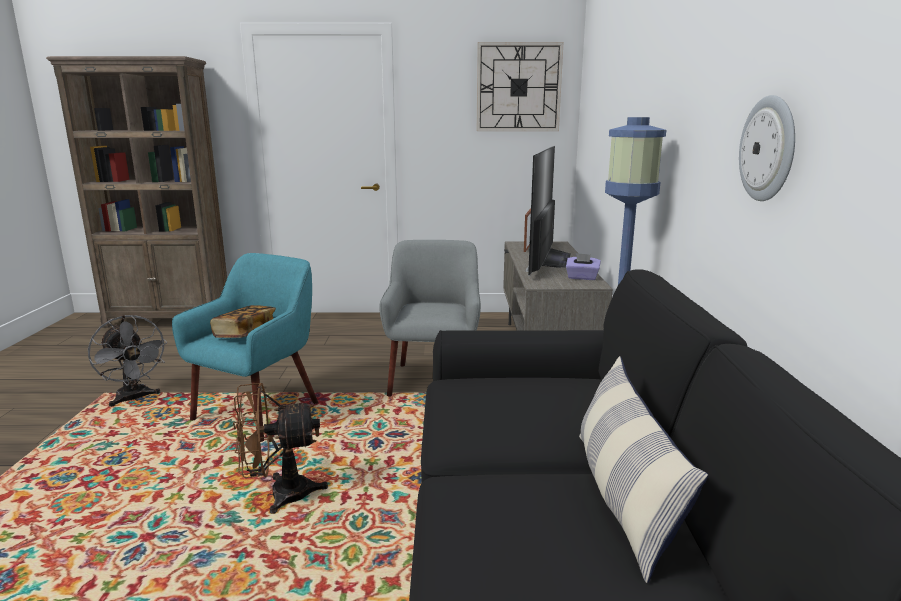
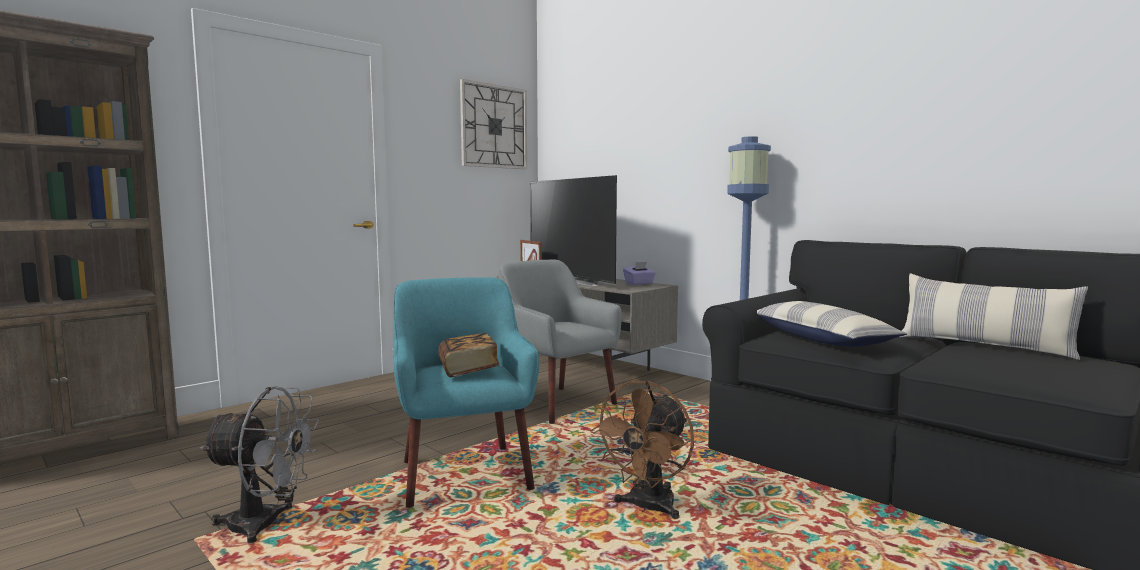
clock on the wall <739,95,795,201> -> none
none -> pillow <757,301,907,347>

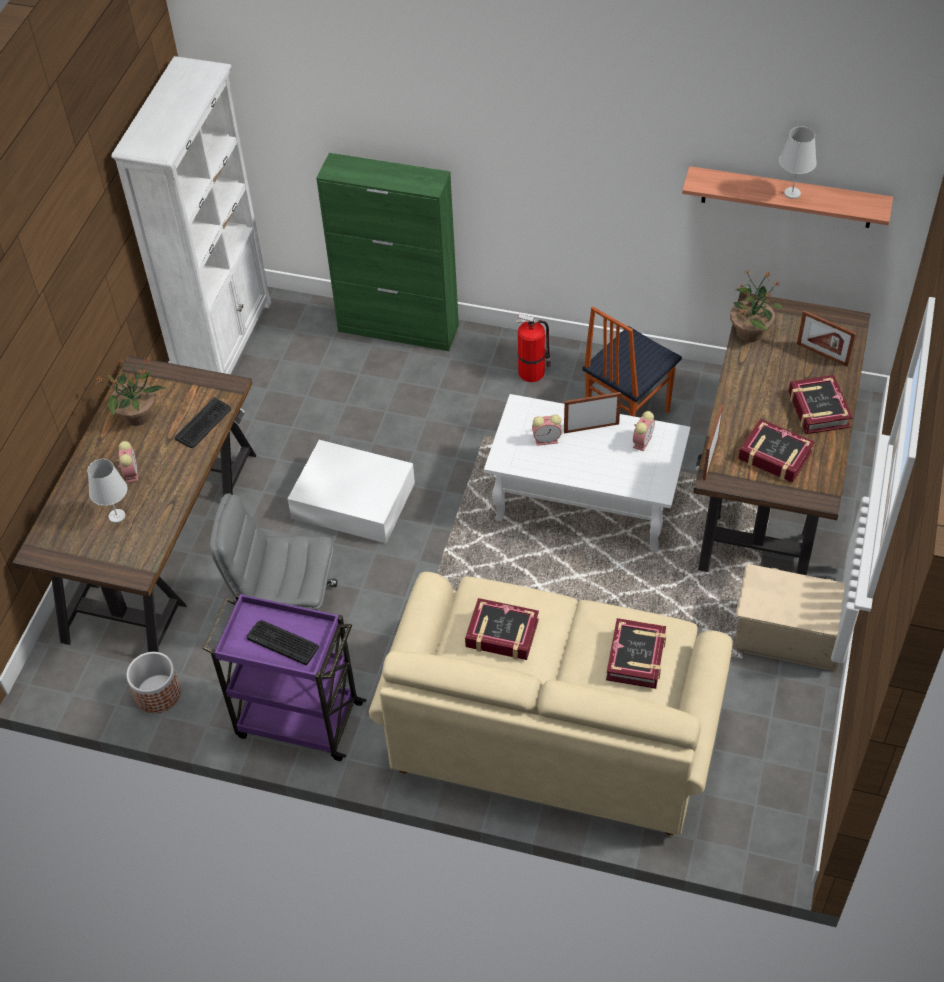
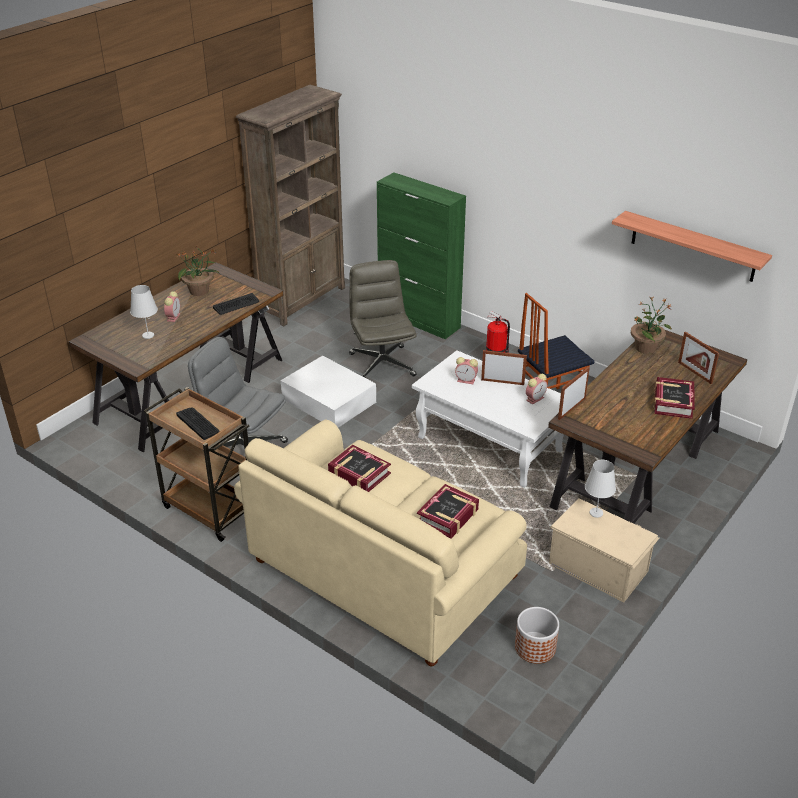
whitish bookcase <112,56,271,374> -> brown bookcase <236,85,345,326>
whitish table lamp <779,127,817,199> -> whitish table lamp <585,460,616,518>, moved
bound book <738,419,815,483> -> none
purple cart <203,592,366,761> -> brown cart <144,387,250,542>
plant pot <127,652,181,713> -> plant pot <515,607,559,664>, moved
none -> grey desk chair <349,260,417,378>

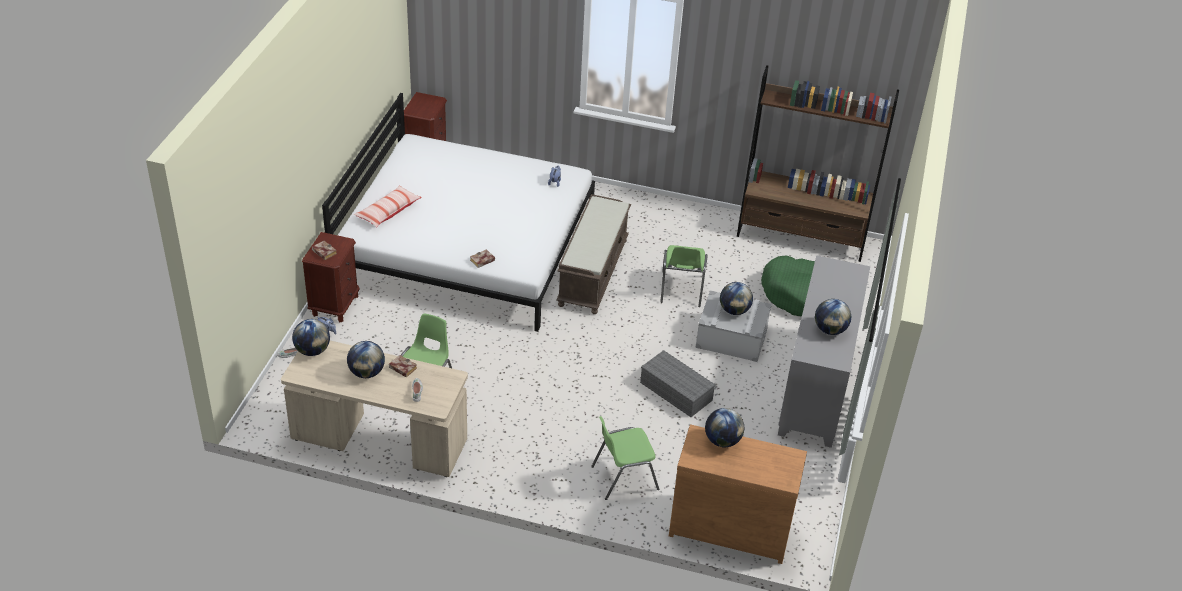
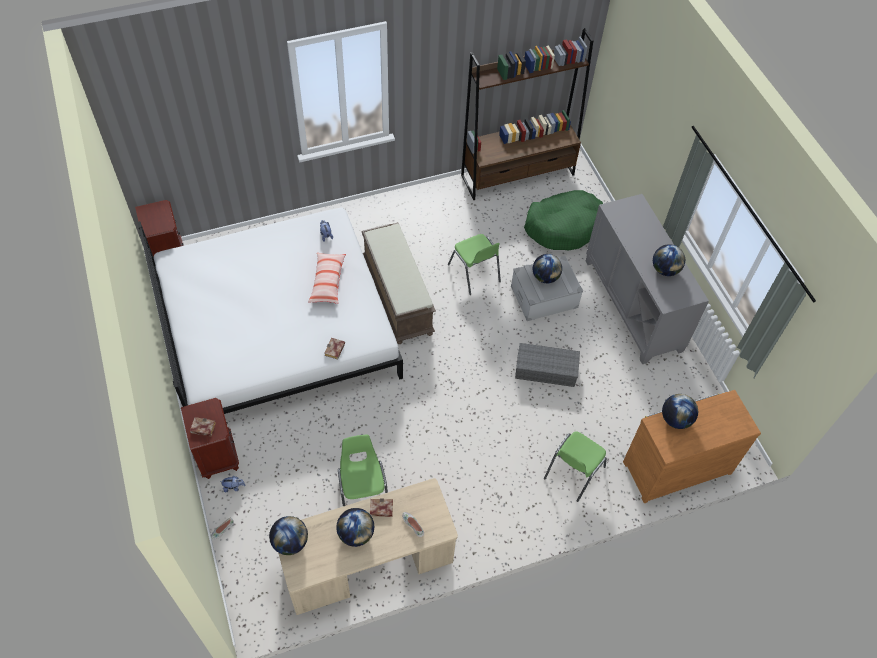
pillow <354,185,422,227> -> pillow <308,253,346,304>, moved

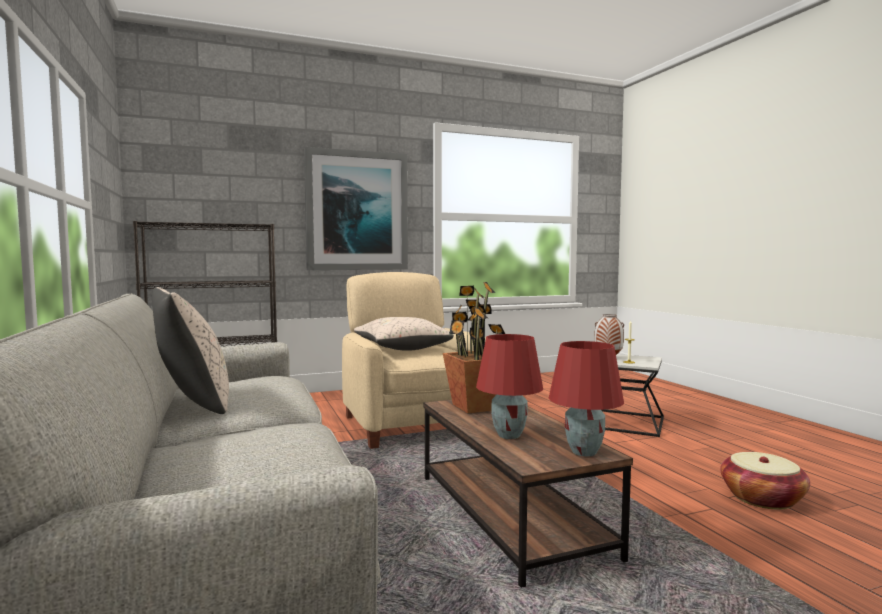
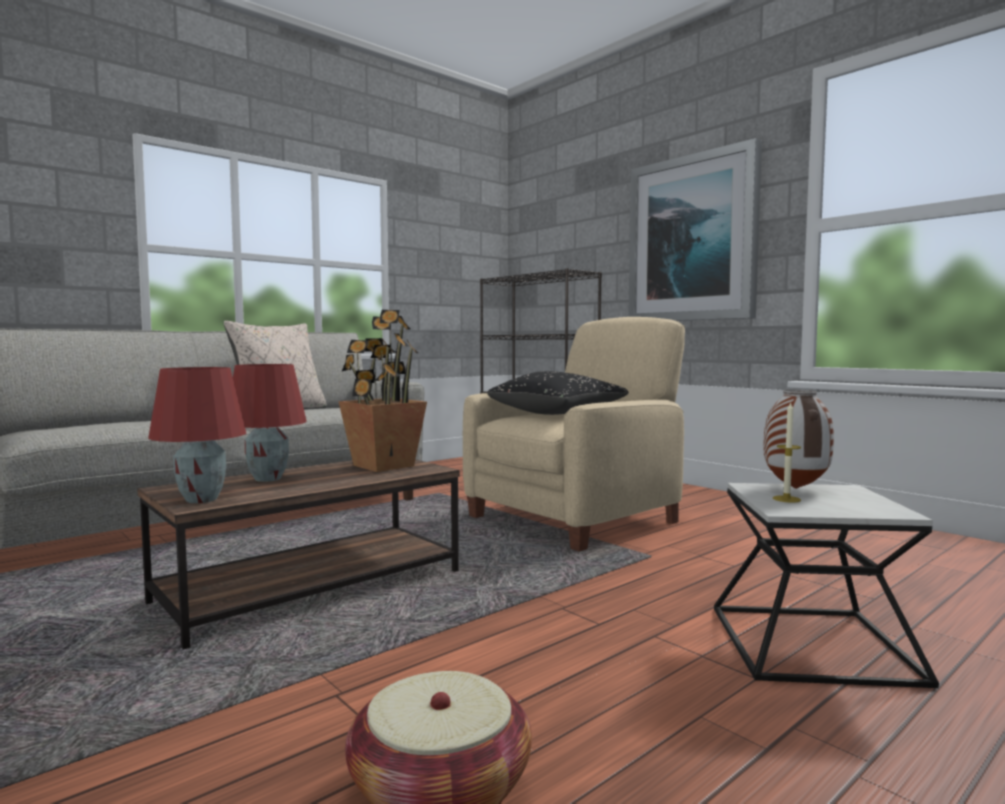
beige pillow <354,317,454,351> -> blackish pillow <487,371,629,415>

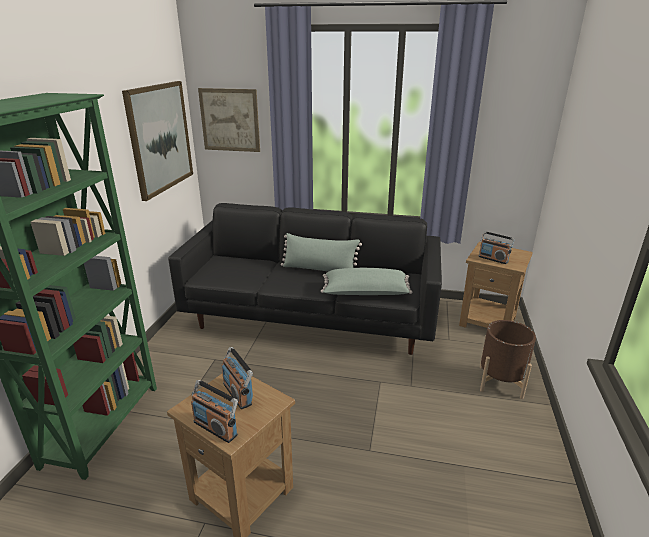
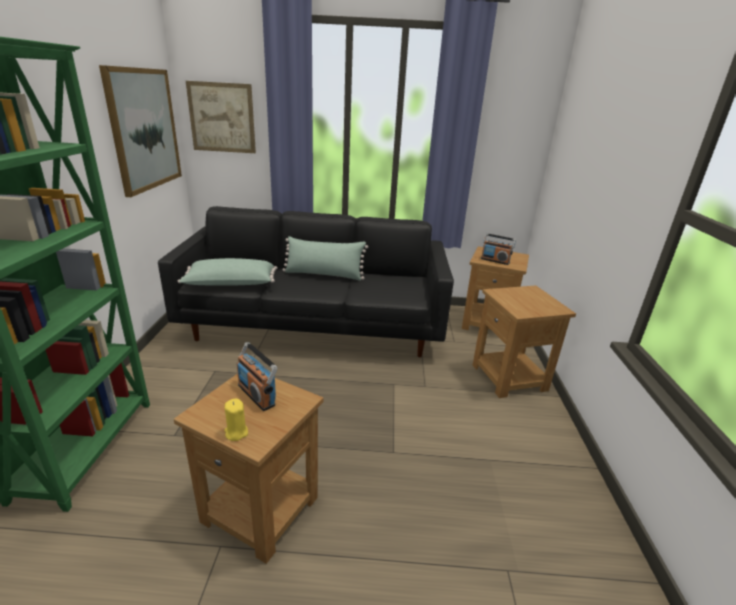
green-coloured pillow <321,268,413,295> -> green-coloured pillow <178,258,278,286>, moved
brown plant pot <480,320,536,399> -> brown side table <473,286,576,398>
radio receiver <191,380,238,443> -> yellow wax light <224,399,248,441>

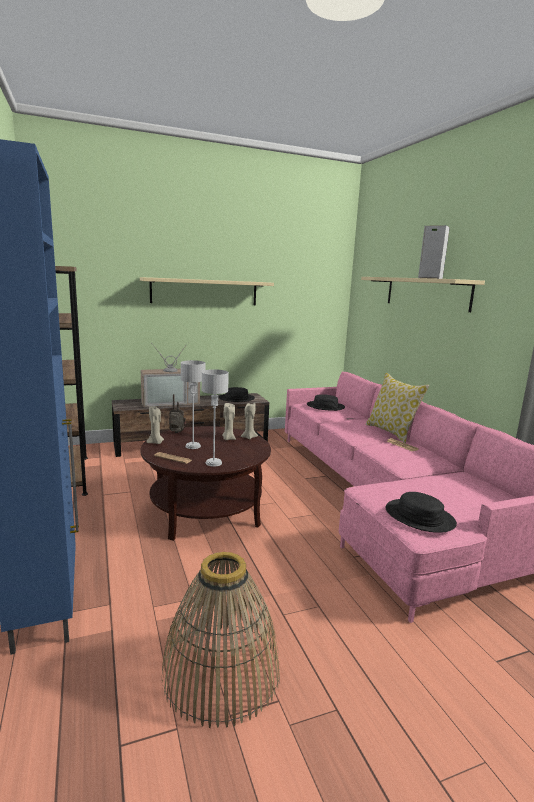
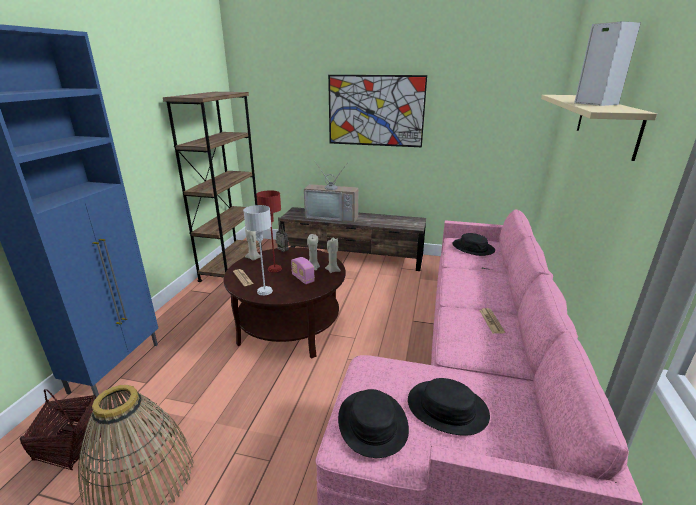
beige wall shelf <140,277,274,305> -> picture <328,75,427,147>
grey table lamp <181,360,206,449> -> red table lamp <256,190,282,272>
pillow <365,373,429,443> -> none
blackish hat <219,387,255,402> -> blackish hat <408,378,490,436>, moved
none -> radio receiver <291,257,315,284>
none -> basket <20,389,102,470>

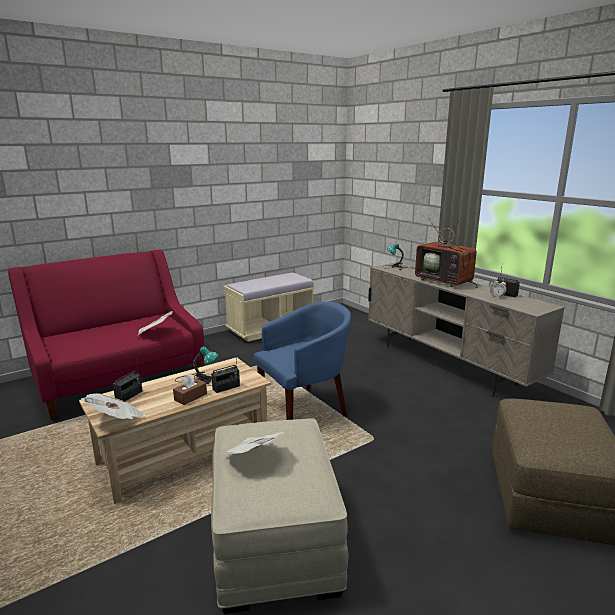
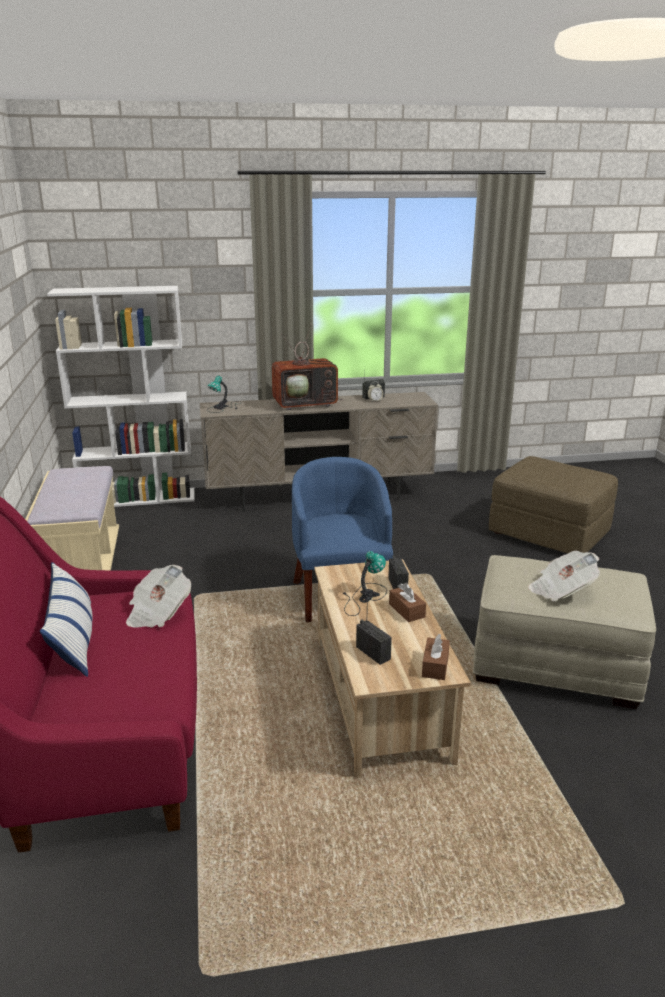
printed paper <81,393,147,419> -> brown tissue box <422,634,450,680>
none -> whitish bookcase <47,286,195,507>
none -> pillow <40,562,93,677>

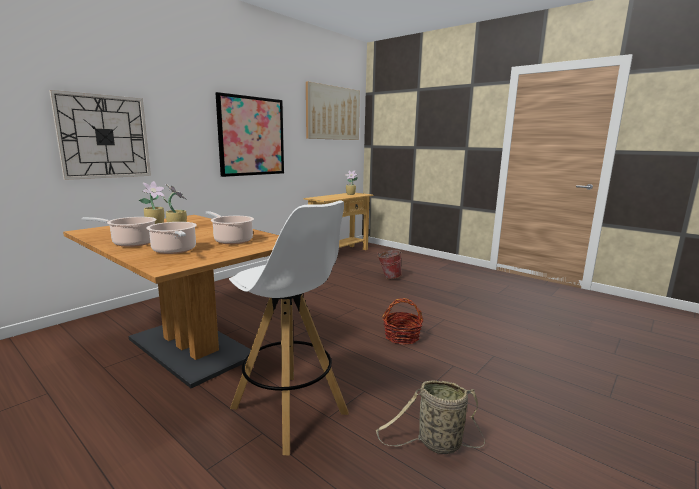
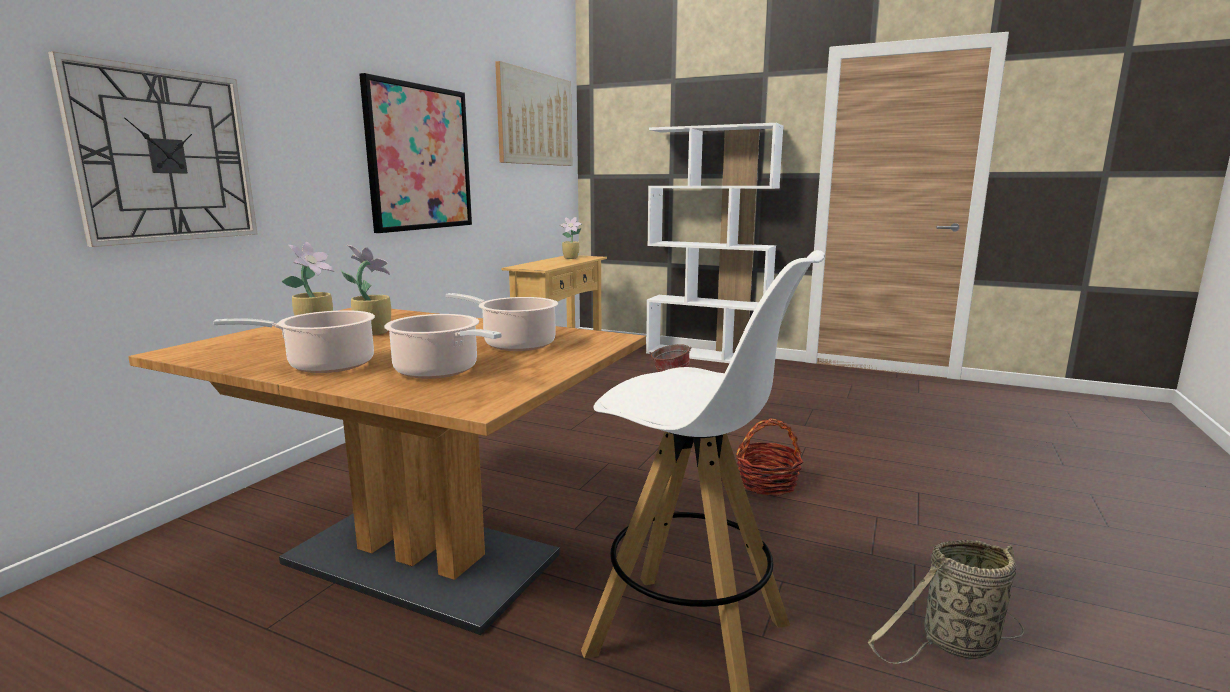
none -> whitish bookcase <646,123,784,363>

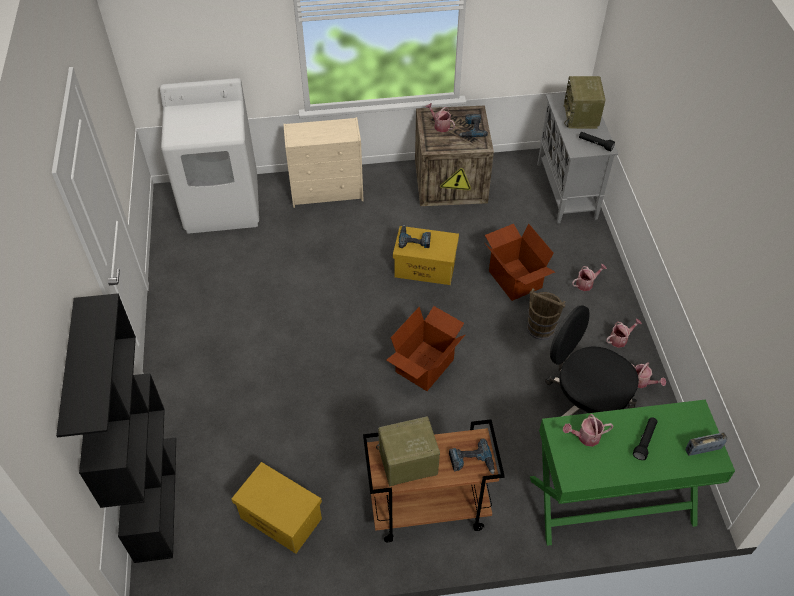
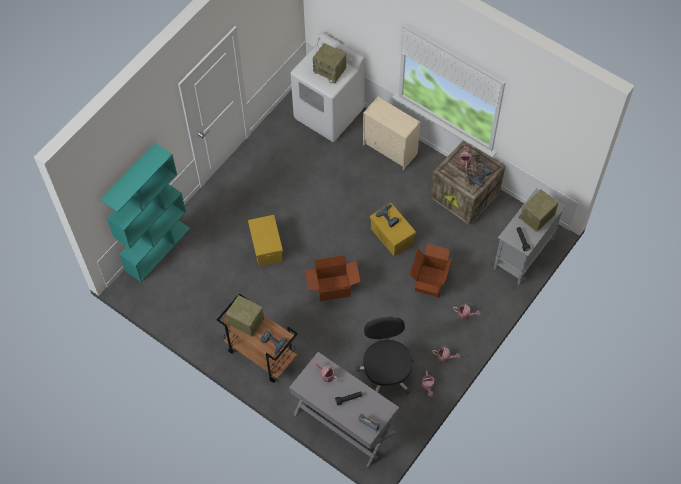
brown bucket <527,288,566,340> -> none
blackish bookcase <56,293,176,563> -> turquoise-coloured bookcase <100,143,190,282>
green-coloured desk unit <530,400,735,546> -> grey desk unit <289,352,399,468>
yellow storage container <231,462,322,554> -> yellow storage container <248,215,283,266>, moved
none -> radio receiver <313,43,346,83>

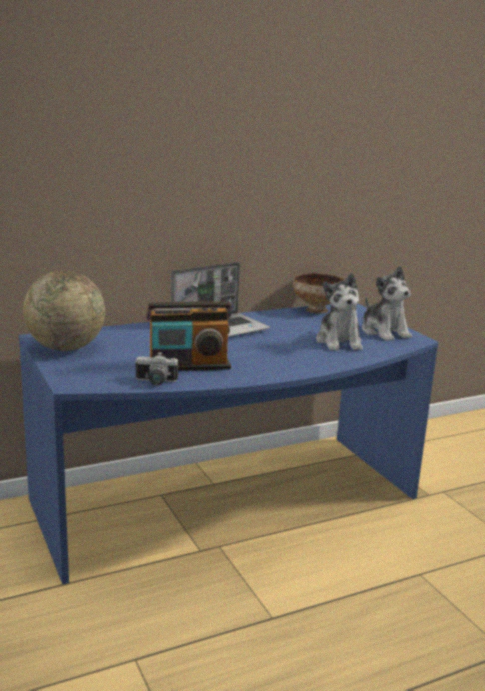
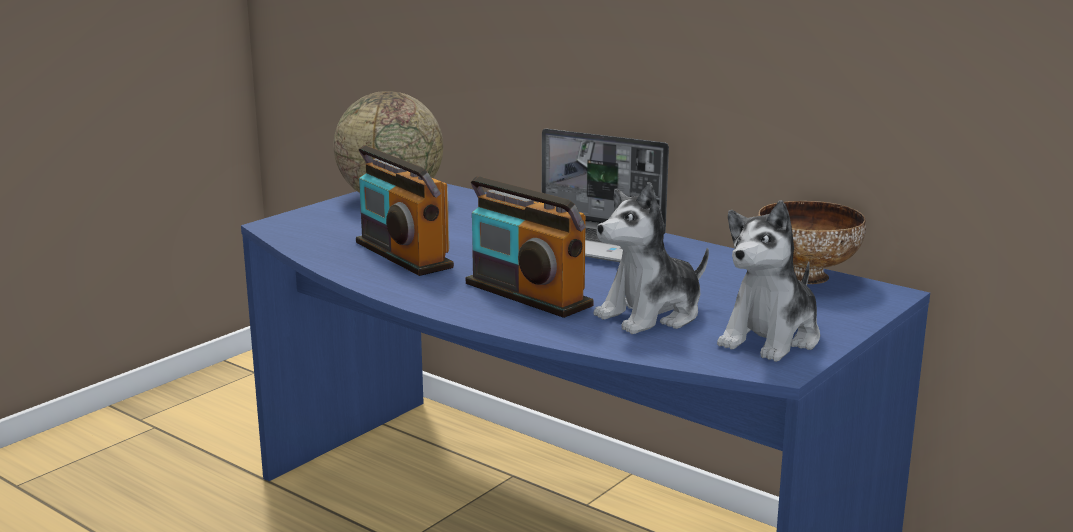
photo camera <136,352,178,385> -> none
none -> radio receiver <466,176,593,318>

